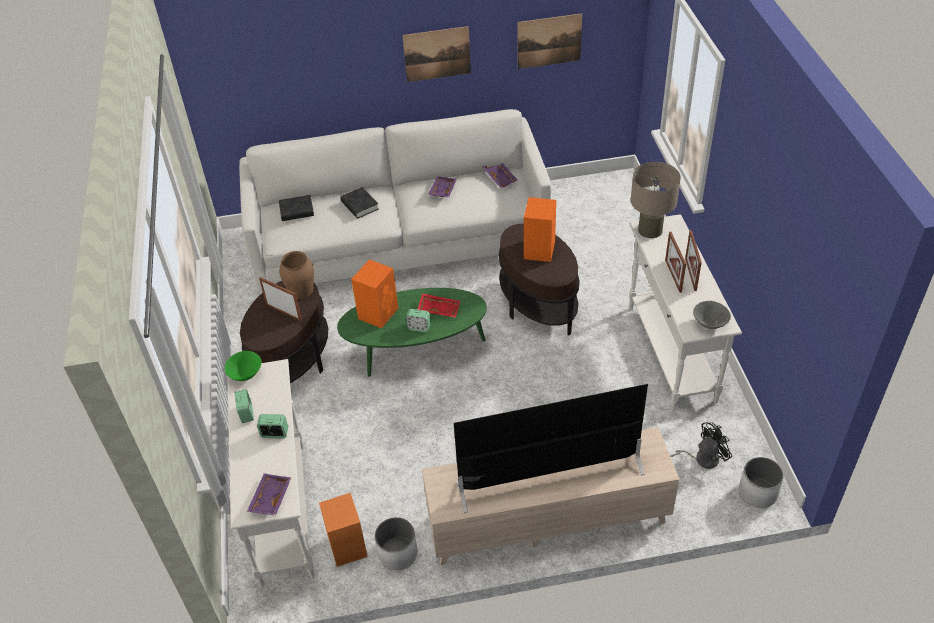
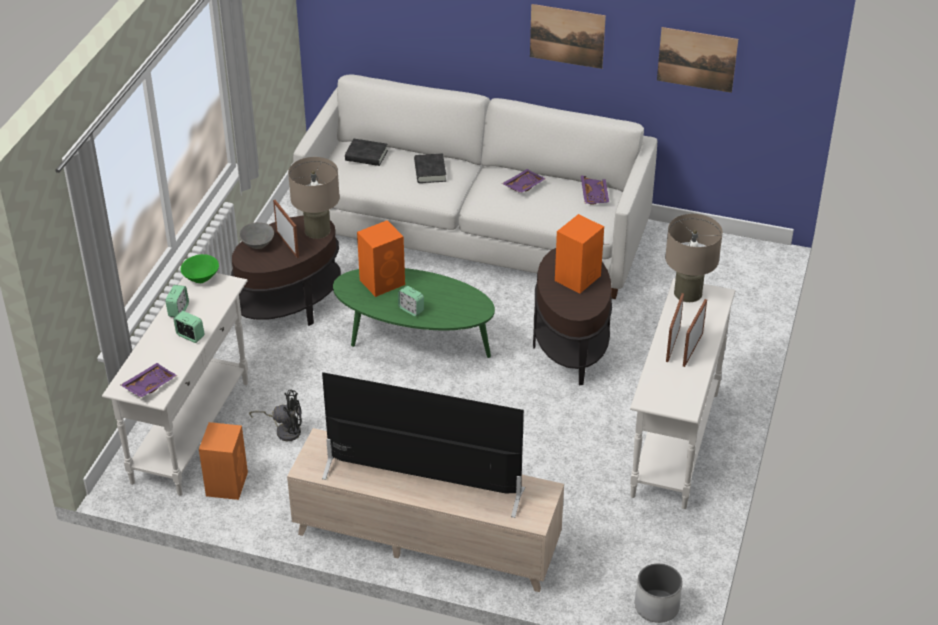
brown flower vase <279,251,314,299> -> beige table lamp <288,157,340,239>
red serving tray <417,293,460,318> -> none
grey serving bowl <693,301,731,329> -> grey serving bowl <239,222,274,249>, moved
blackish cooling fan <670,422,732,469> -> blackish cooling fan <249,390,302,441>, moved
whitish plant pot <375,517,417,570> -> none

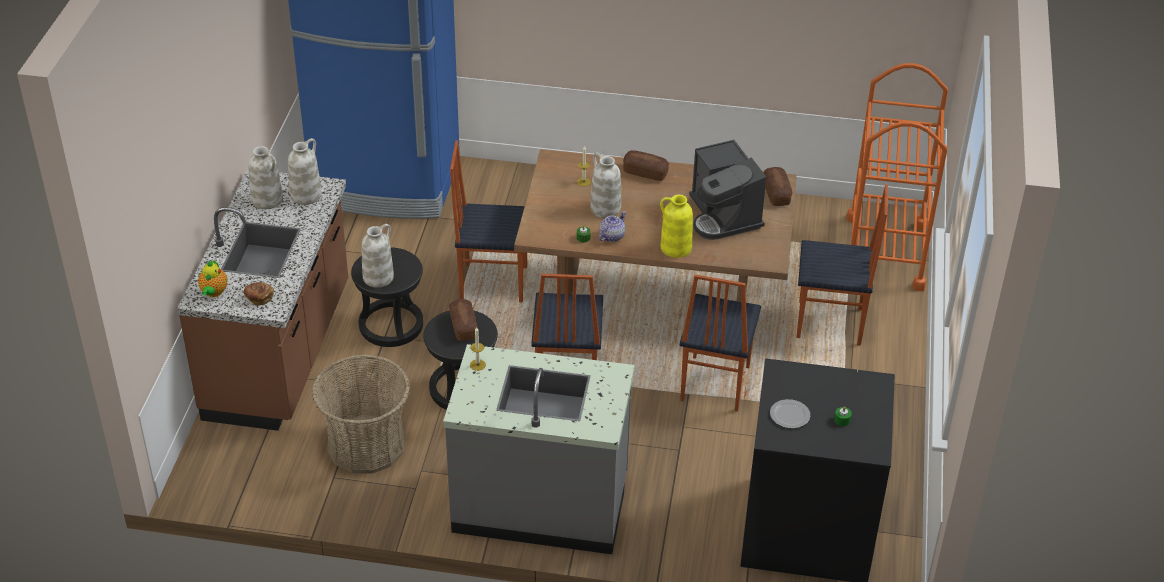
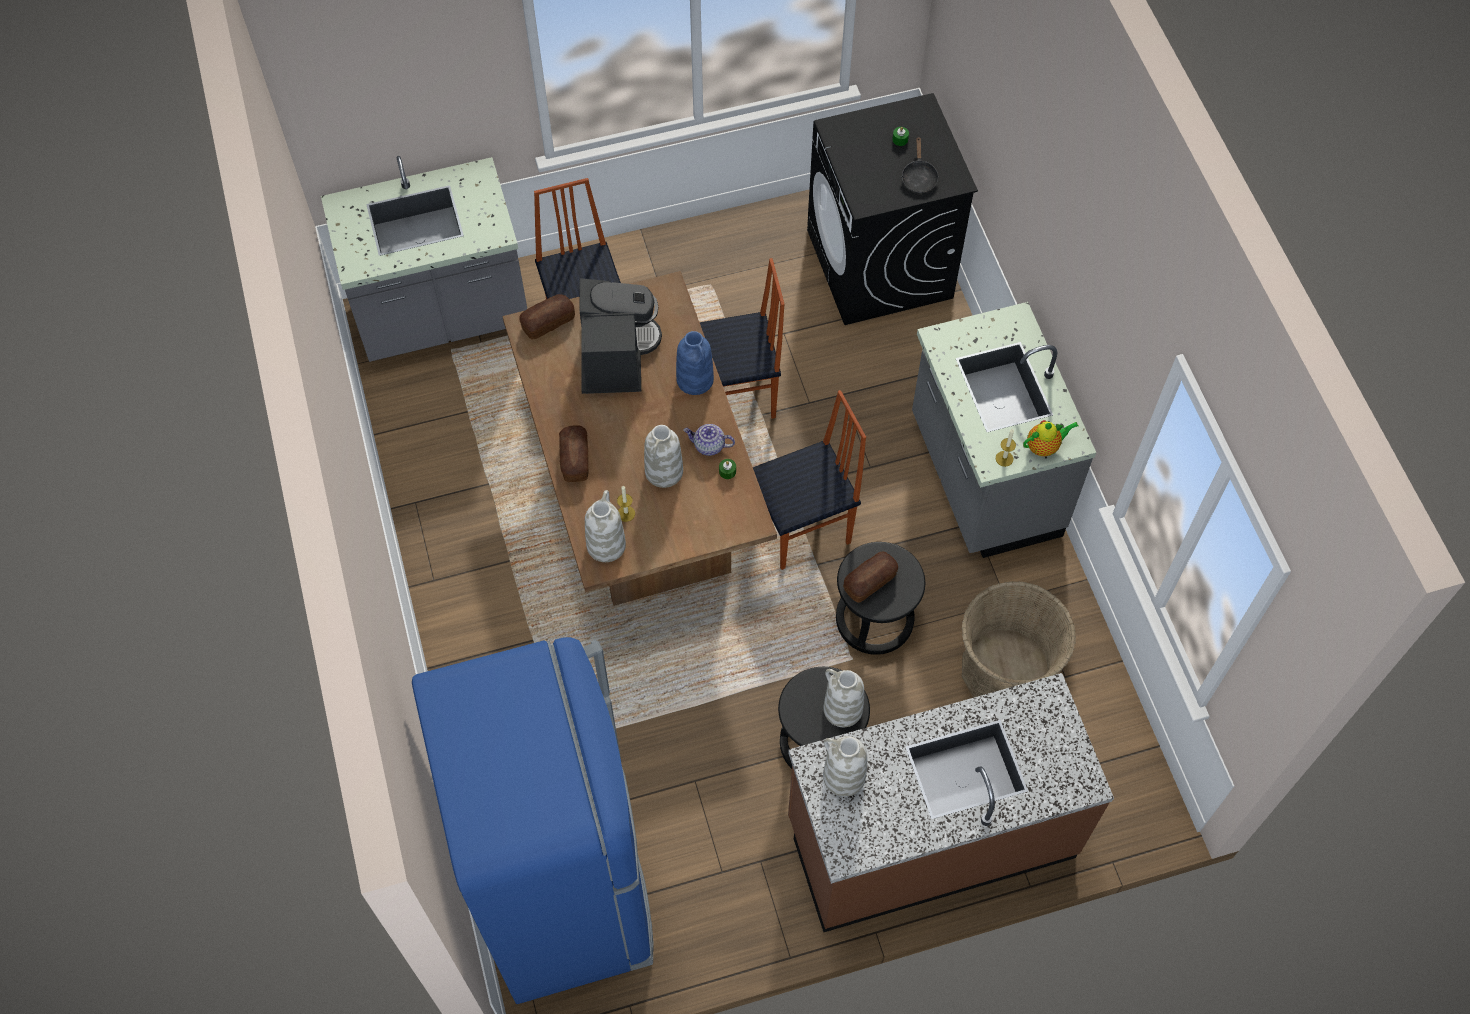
orange cart <846,63,948,291> -> grey kitchen base unit <321,156,527,362>
upright chair <450,140,527,302> -> none
coffee maker <689,140,766,240> -> coffee maker <580,278,662,394>, 45 degrees counterclockwise
whitish flower vase <248,146,283,209> -> whitish flower vase <585,490,626,562>, moved
yellow flower vase <660,195,693,258> -> blue-coloured flower vase <676,331,714,395>
teapot <198,260,227,297> -> teapot <1023,420,1078,456>, moved
bakery bread <244,282,274,306> -> none
plate <770,399,810,428> -> blackish pan <901,138,939,193>

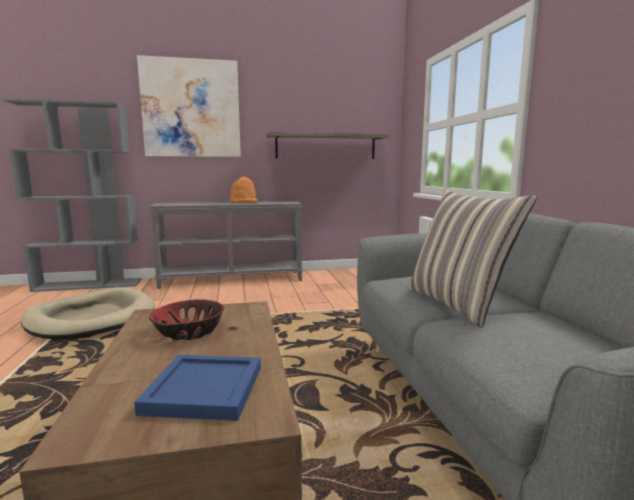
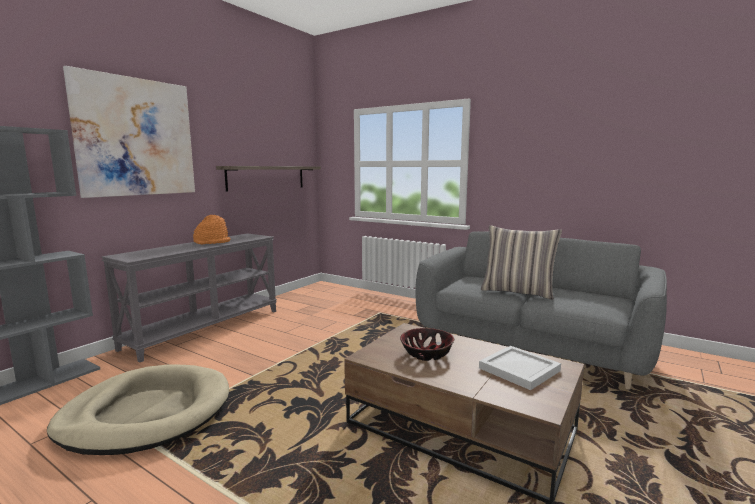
blue-coloured serving tray <134,355,261,421> -> whitish serving tray <479,346,561,390>

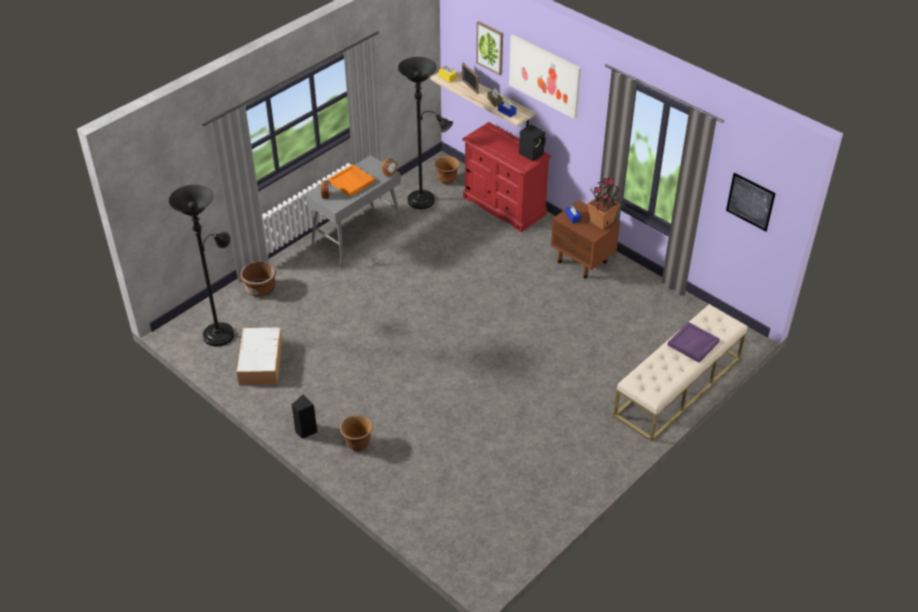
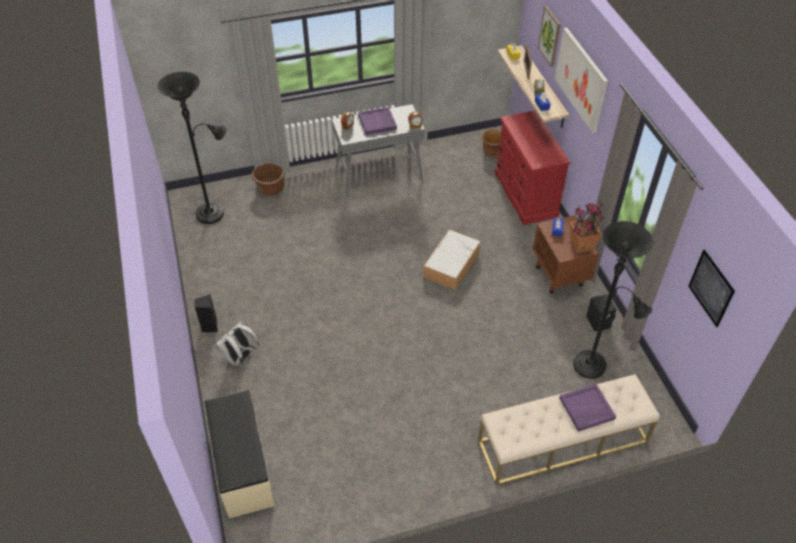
blackish standard lamp <398,57,453,209> -> blackish standard lamp <573,221,654,379>, moved
blackish audio speaker <519,124,546,161> -> blackish audio speaker <586,294,617,331>, moved
orange serving tray <328,164,375,197> -> purple serving tray <358,107,397,135>
storage container <237,327,282,385> -> storage container <423,229,481,290>, moved
brown plant pot <340,415,373,451> -> whitish rucksack <216,321,260,367>
none -> beige long seat <205,390,275,518>

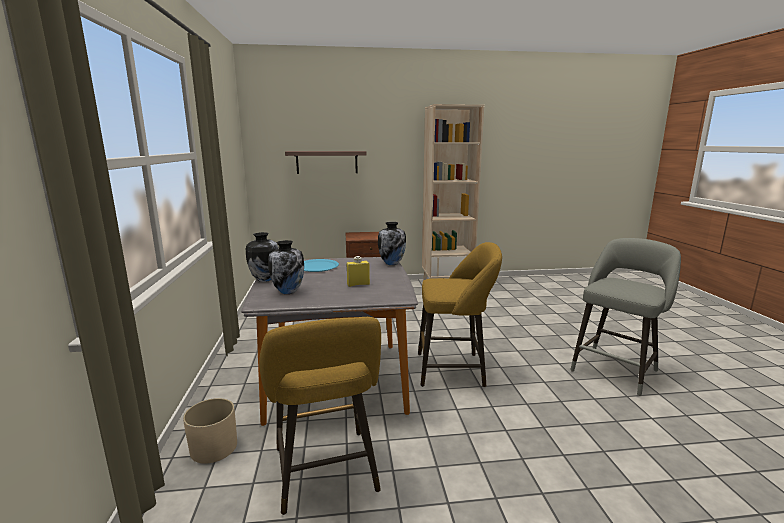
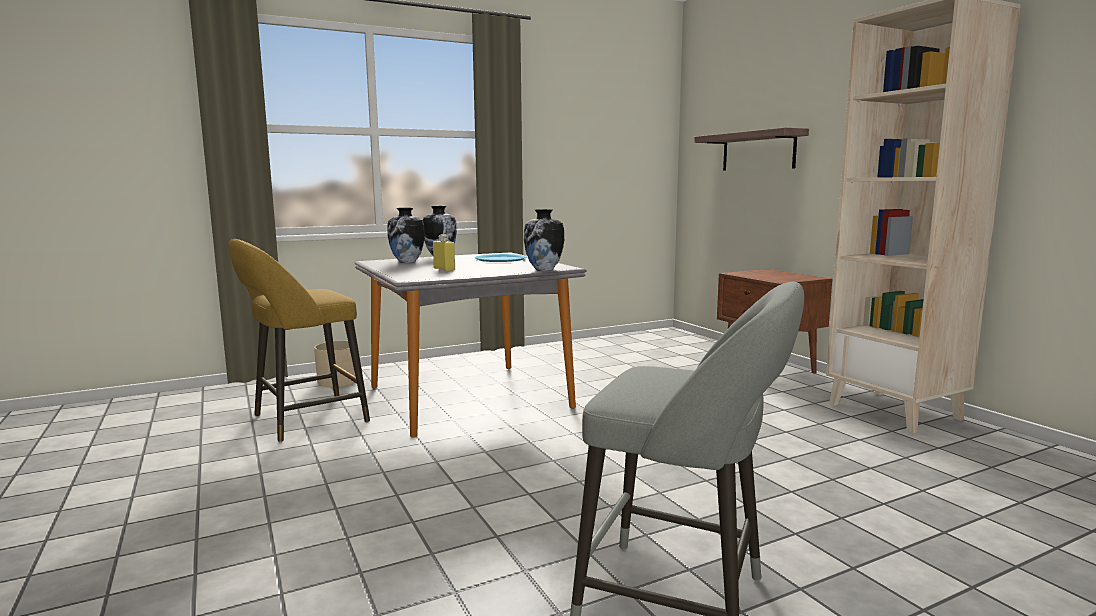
yellow sitting stool <418,242,502,387> -> none

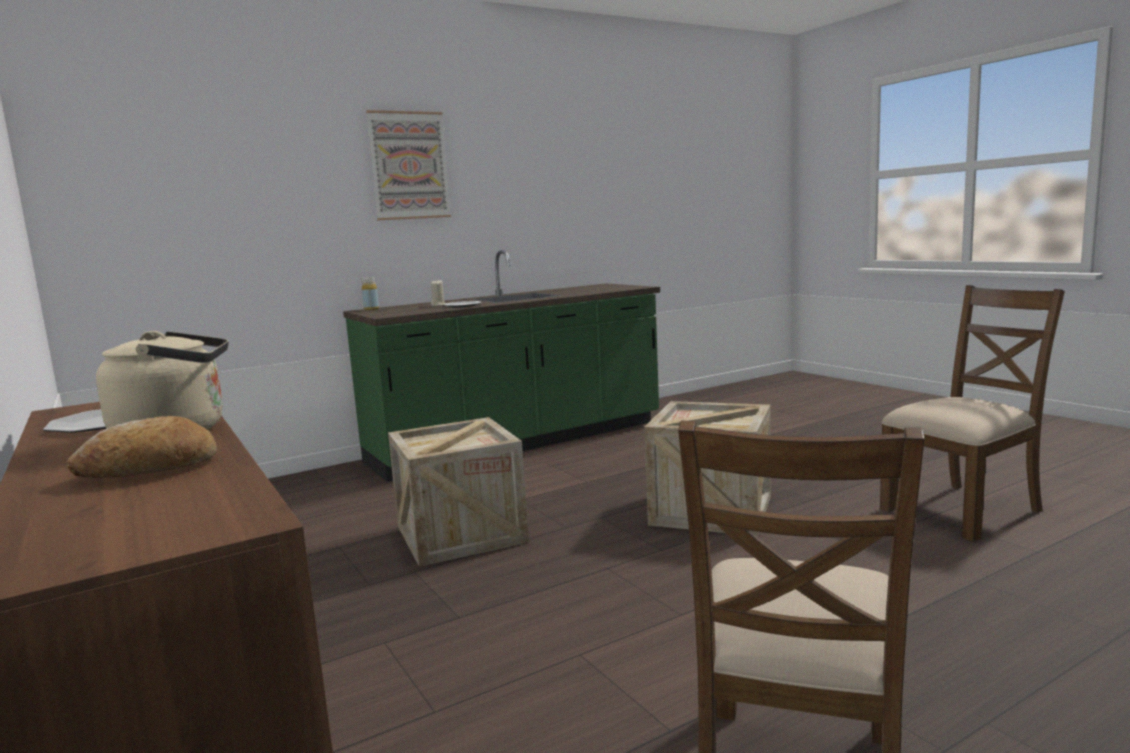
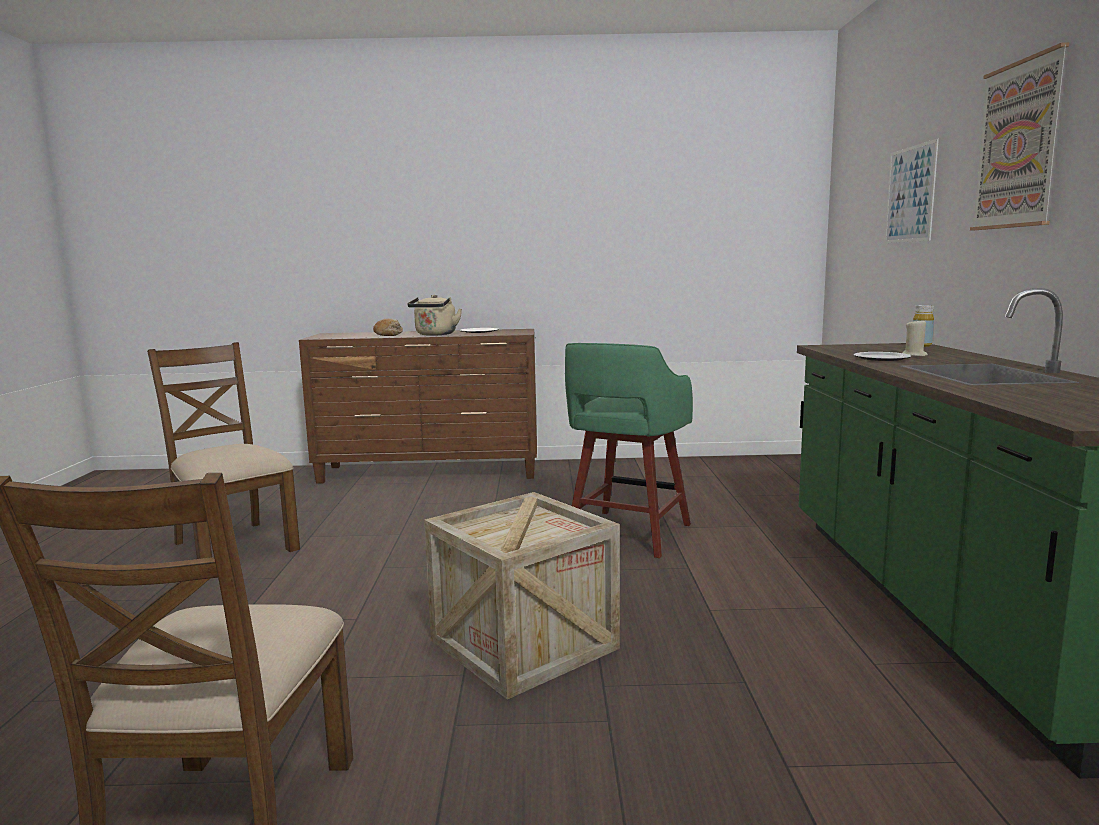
crate <388,417,529,567> -> green-coloured sitting stool <565,343,693,558>
none -> picture <885,138,939,243>

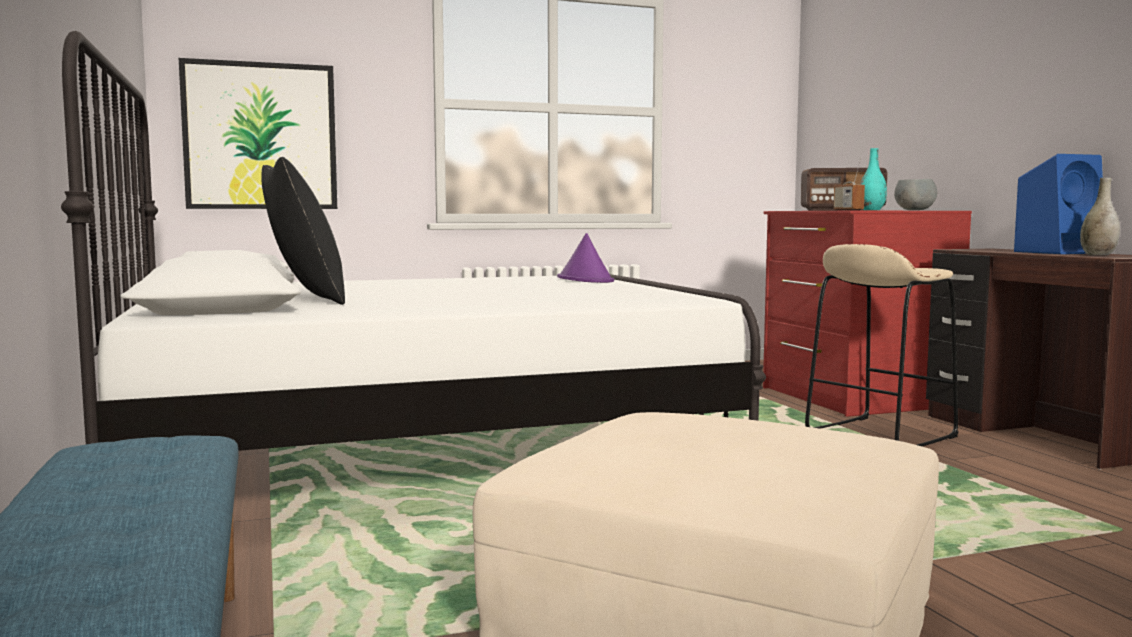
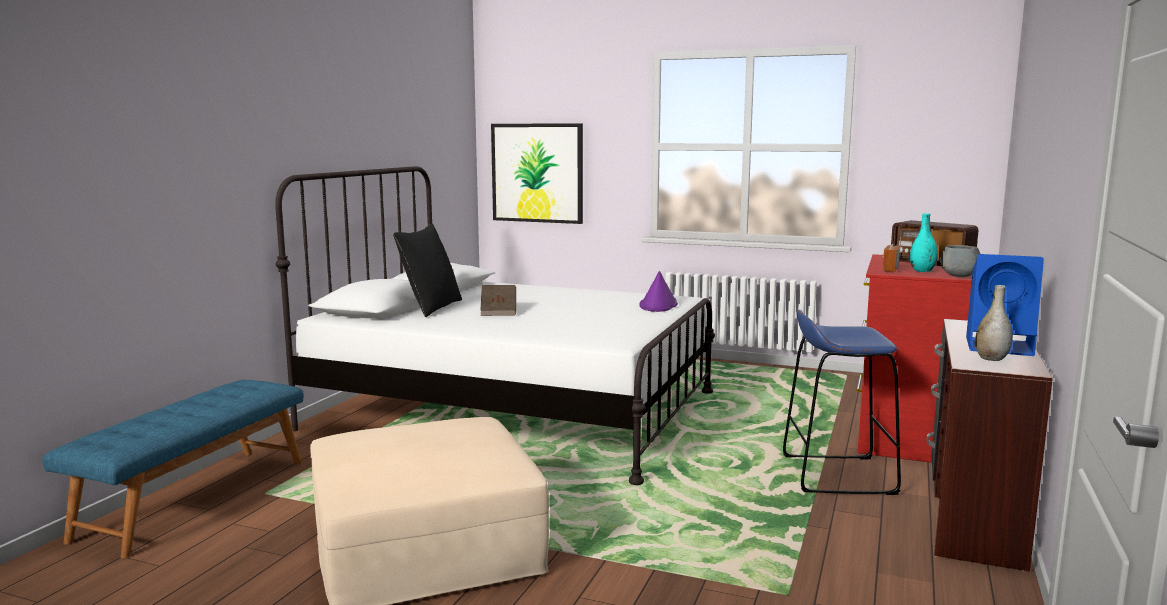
beige sitting stool <805,244,958,446> -> blue-coloured sitting stool <783,310,901,495>
none -> brown bound book <480,285,516,316>

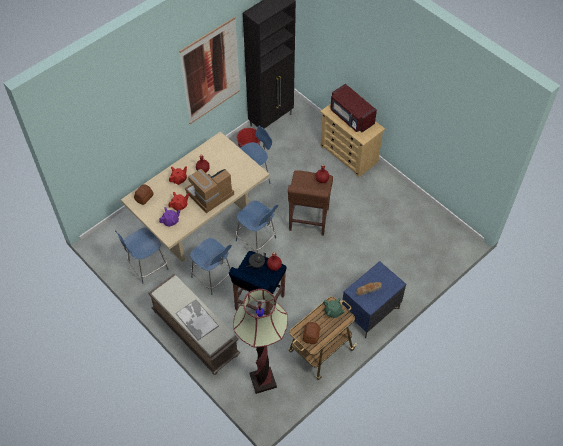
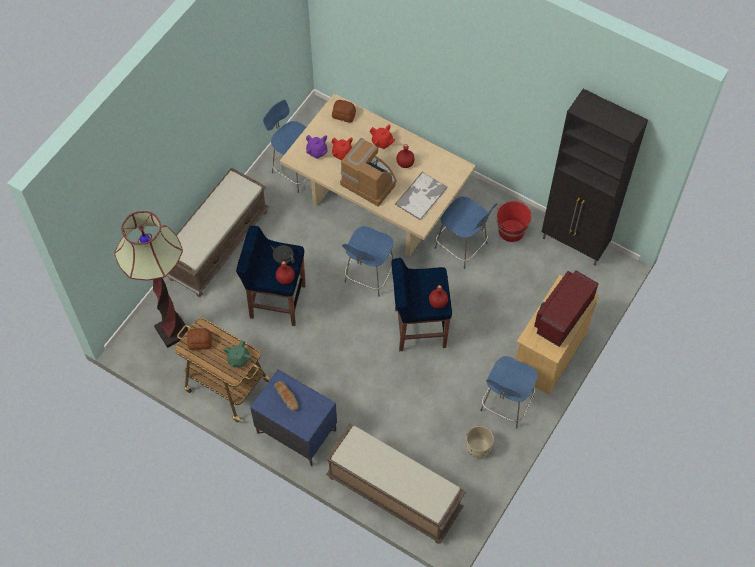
picture <179,17,240,124> -> none
brown sitting stool <288,170,333,236> -> blue-coloured sitting stool <392,258,452,351>
blue-coloured upright chair <190,238,232,295> -> blue-coloured upright chair <480,356,538,429>, moved
serving tray <175,299,219,340> -> serving tray <395,171,448,221>, moved
none -> brown long seat <325,423,466,544>
none -> beige plant pot <466,426,494,458>

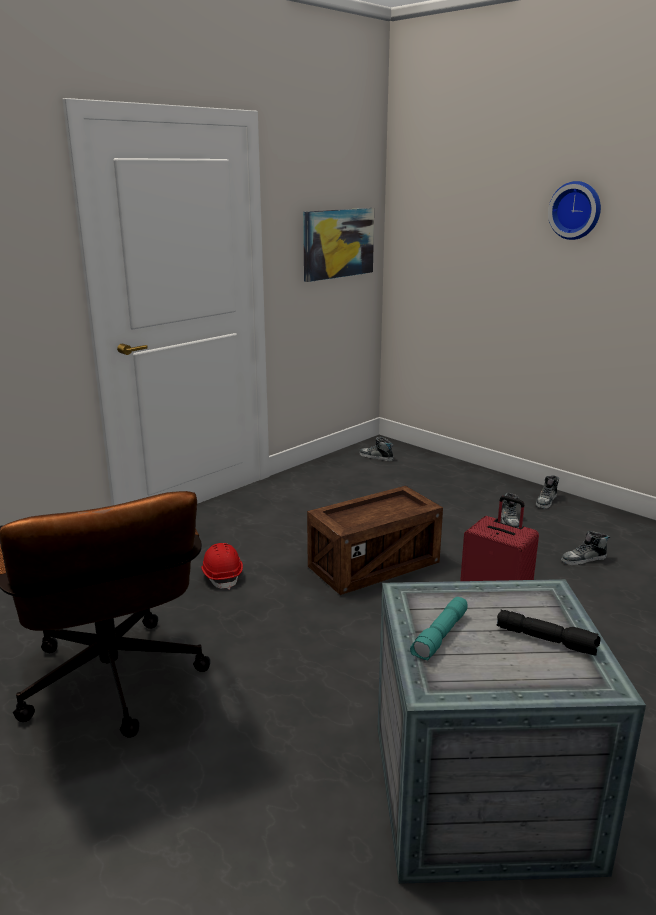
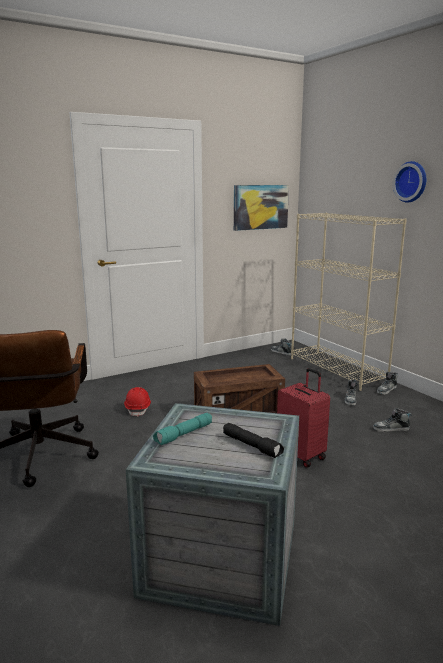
none -> beige bookcase <291,213,407,391>

